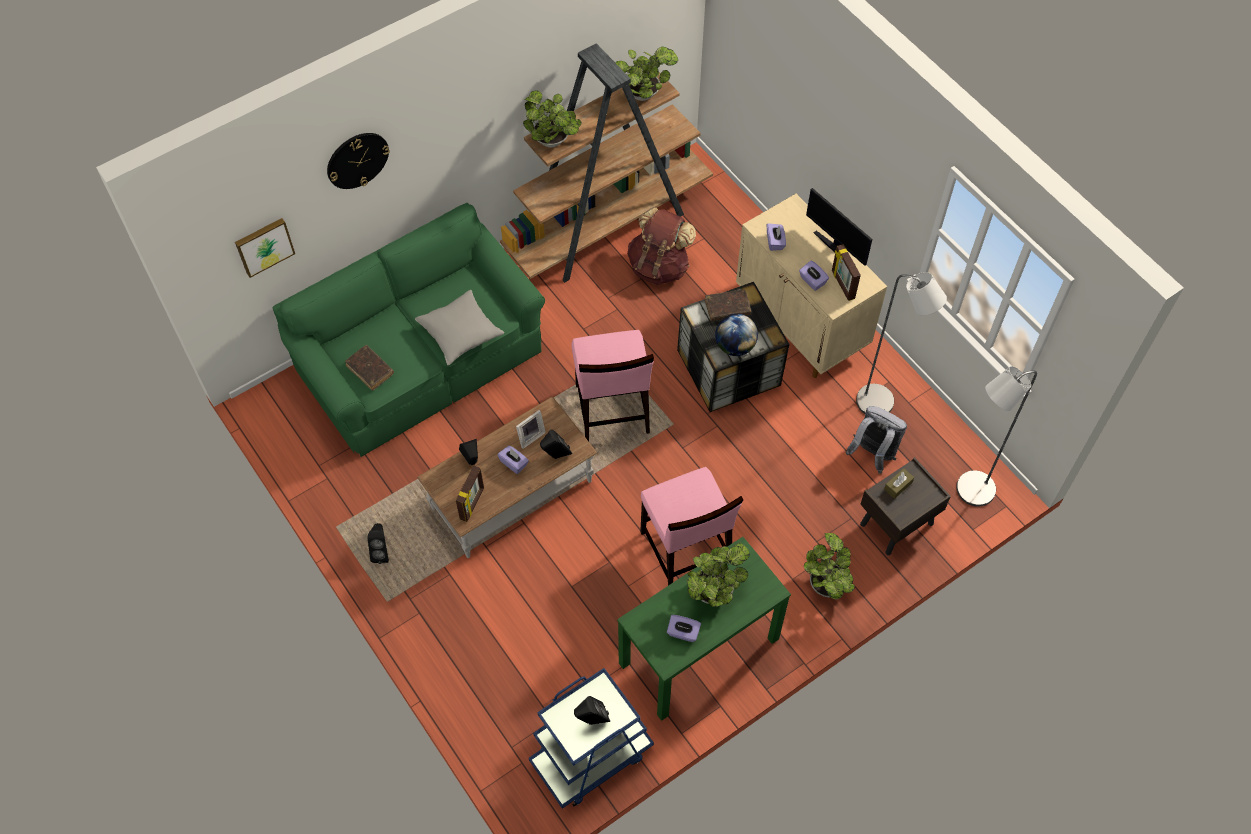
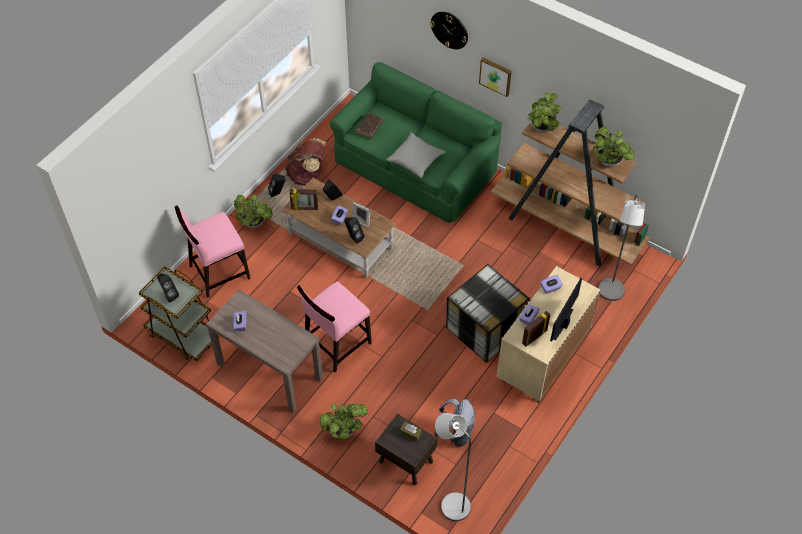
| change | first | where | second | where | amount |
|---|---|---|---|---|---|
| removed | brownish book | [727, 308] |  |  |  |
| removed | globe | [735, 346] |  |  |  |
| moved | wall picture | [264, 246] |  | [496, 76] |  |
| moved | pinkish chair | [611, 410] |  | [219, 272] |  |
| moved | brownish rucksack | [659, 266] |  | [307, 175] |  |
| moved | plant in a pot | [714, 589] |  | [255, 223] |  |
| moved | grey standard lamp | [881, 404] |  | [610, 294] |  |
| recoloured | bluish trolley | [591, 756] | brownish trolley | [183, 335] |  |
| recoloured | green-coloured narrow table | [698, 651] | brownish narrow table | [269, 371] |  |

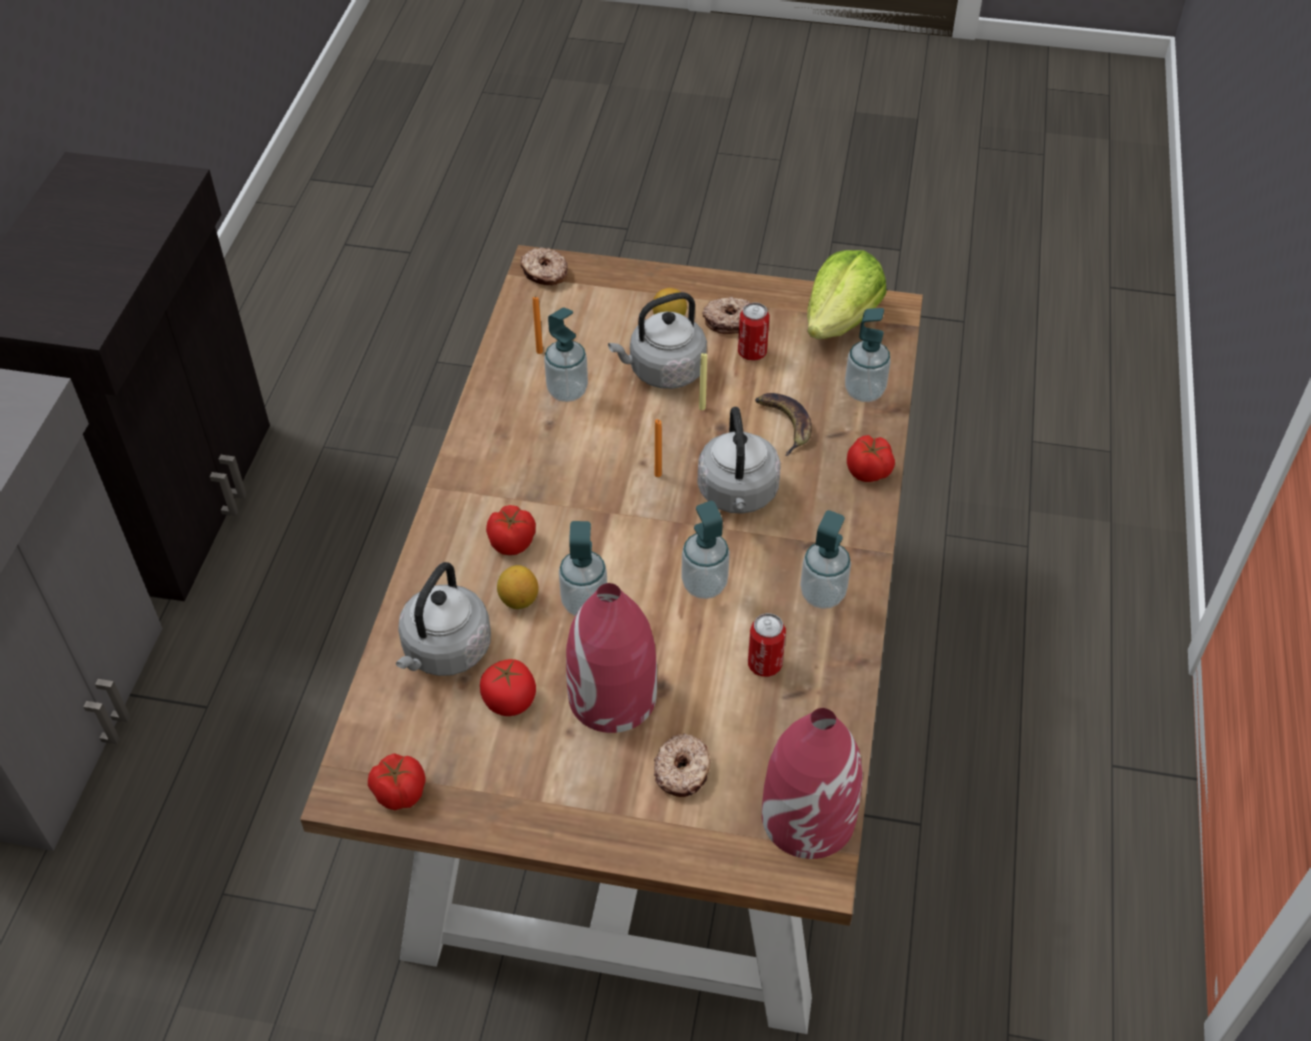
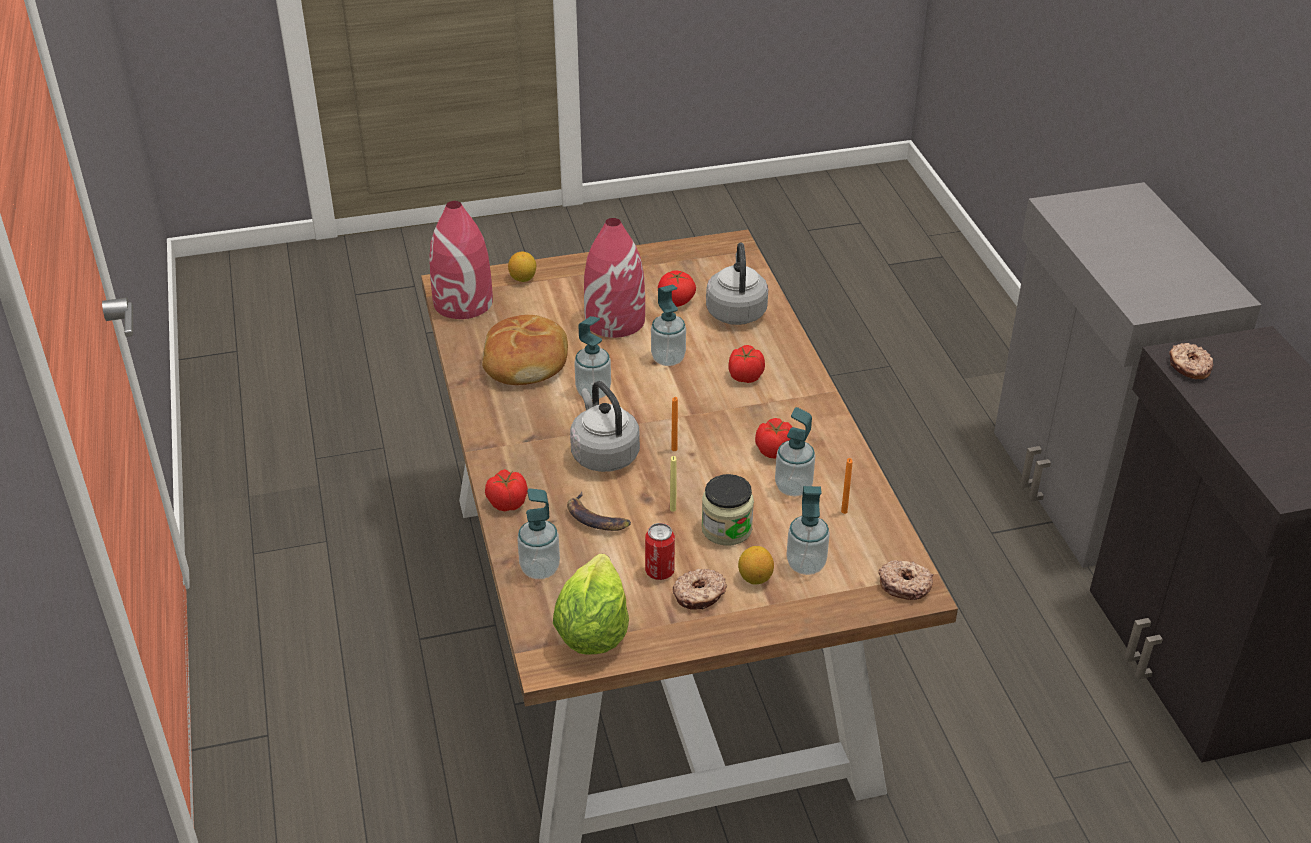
| change | first | where | second | where | amount |
|---|---|---|---|---|---|
| moved | whole tomato | [398, 792] |  | [775, 450] |  |
| moved | lemon | [518, 600] |  | [523, 278] |  |
| moved | doughnut | [683, 771] |  | [1189, 367] |  |
| moved | liquid soap bottle | [822, 594] |  | [806, 564] |  |
| replaced | grey kettle | [663, 371] | jar | [726, 529] |  |
| replaced | can | [764, 664] | bakery bread | [526, 362] |  |

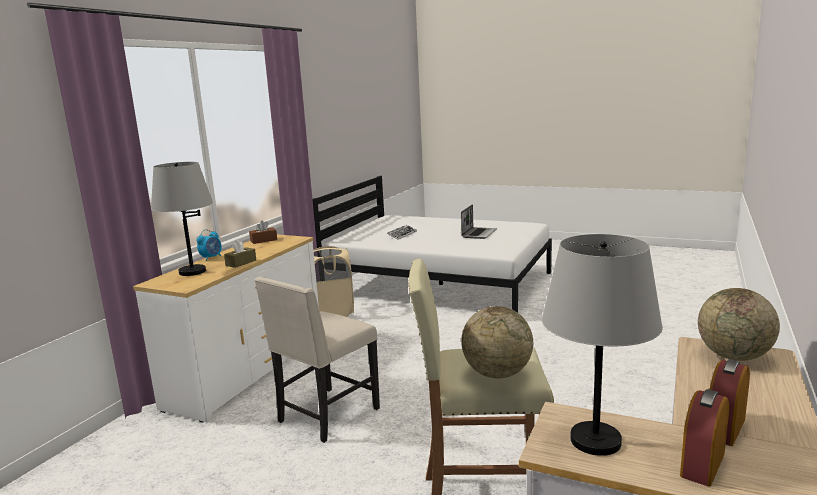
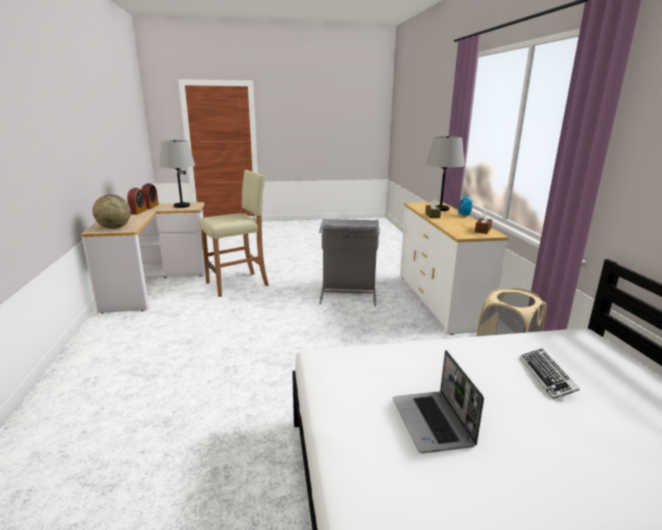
| change | first | where | second | where | amount |
|---|---|---|---|---|---|
| removed | globe | [497, 374] |  |  |  |
| replaced | beige-coloured chair | [326, 416] | grey washing basket | [348, 293] |  |

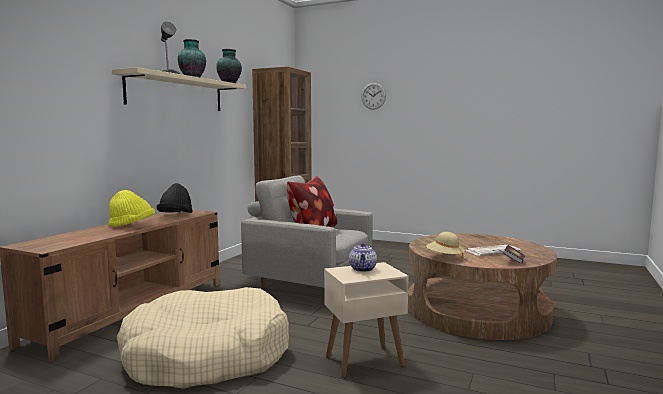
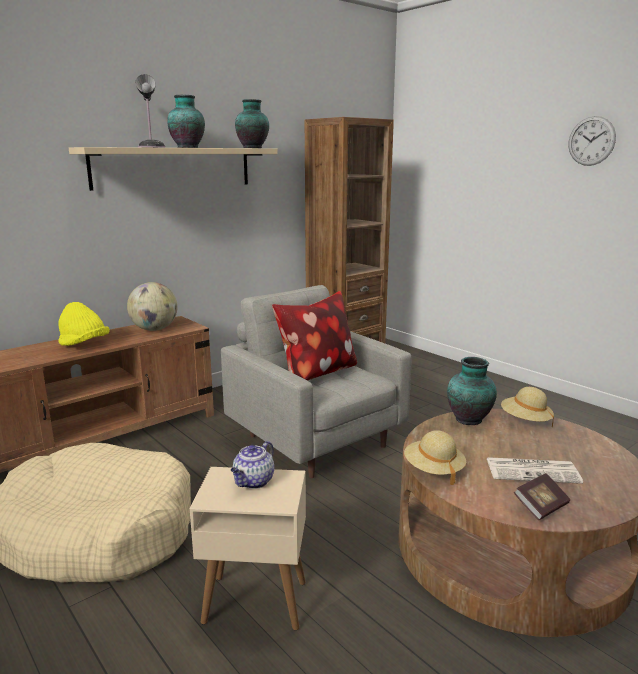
| change | first | where | second | where | amount |
|---|---|---|---|---|---|
| added |  |  | vase | [470, 419] |  |
| added |  |  | beige-coloured hat | [525, 420] |  |
| moved | wall clock | [373, 96] |  | [591, 141] |  |
| replaced | blackish hat | [175, 215] | globe | [154, 329] |  |

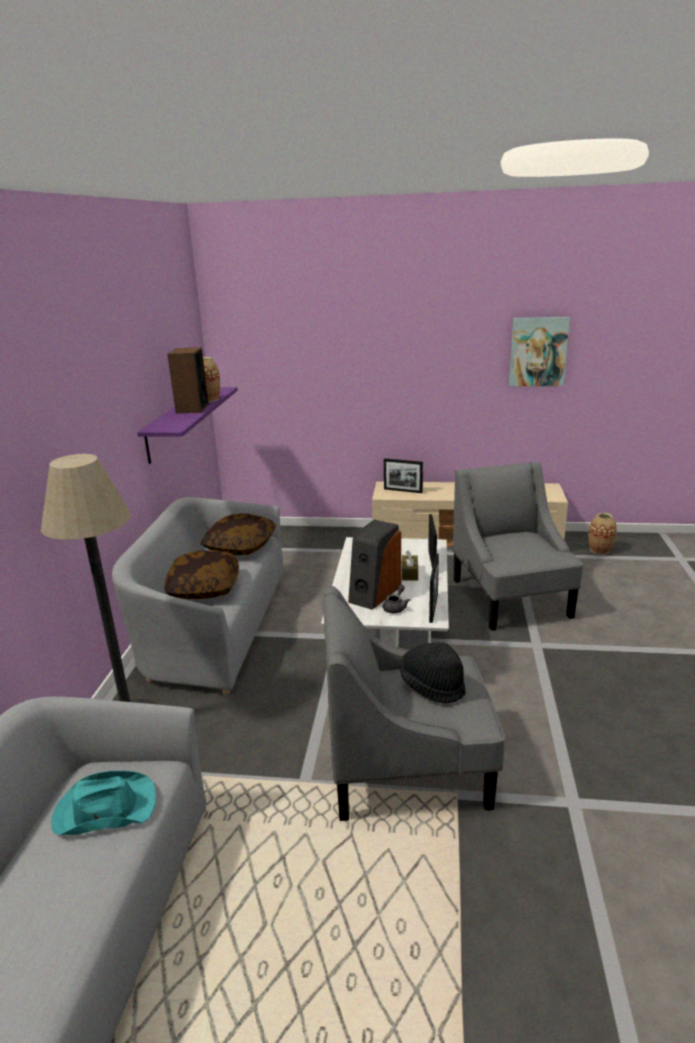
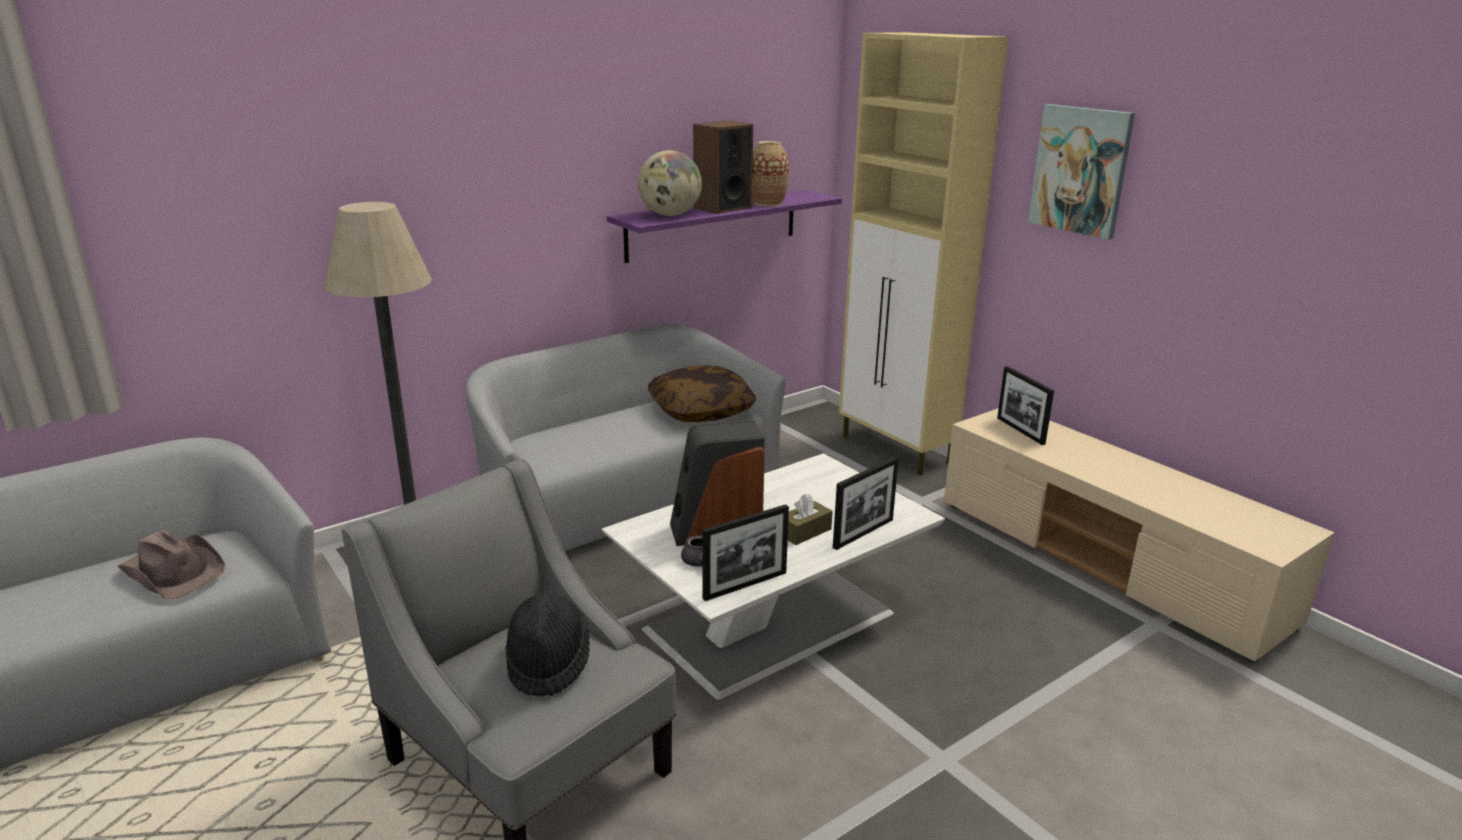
| change | first | where | second | where | amount |
|---|---|---|---|---|---|
| removed | cushion | [204, 587] |  |  |  |
| removed | grey easy chair | [510, 598] |  |  |  |
| removed | vase | [600, 550] |  |  |  |
| added |  |  | globe | [670, 215] |  |
| added |  |  | beige-coloured cabinet | [896, 450] |  |
| moved | wall picture | [538, 351] |  | [1080, 170] |  |
| recoloured | turquoise-coloured hat | [104, 808] | brownish hat | [175, 571] |  |

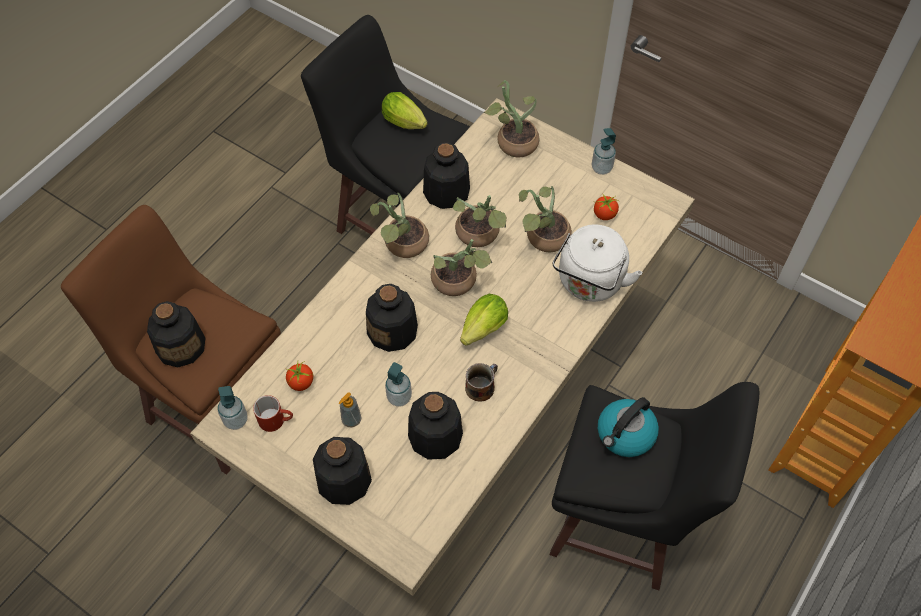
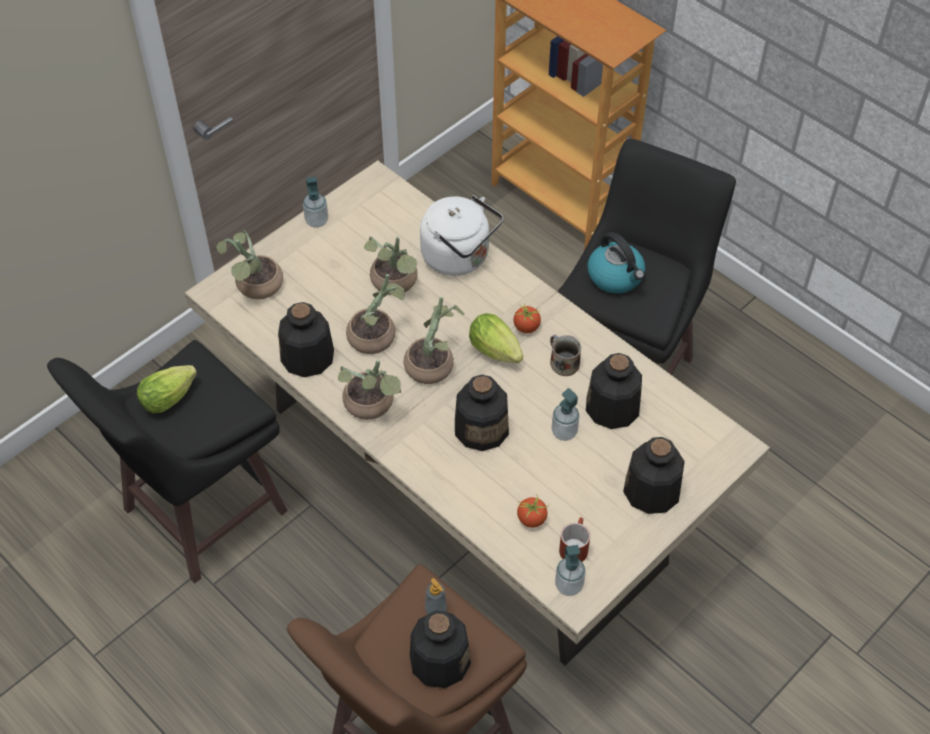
| change | first | where | second | where | amount |
|---|---|---|---|---|---|
| moved | liquid soap bottle | [351, 420] |  | [436, 610] |  |
| moved | whole tomato | [604, 215] |  | [526, 327] |  |

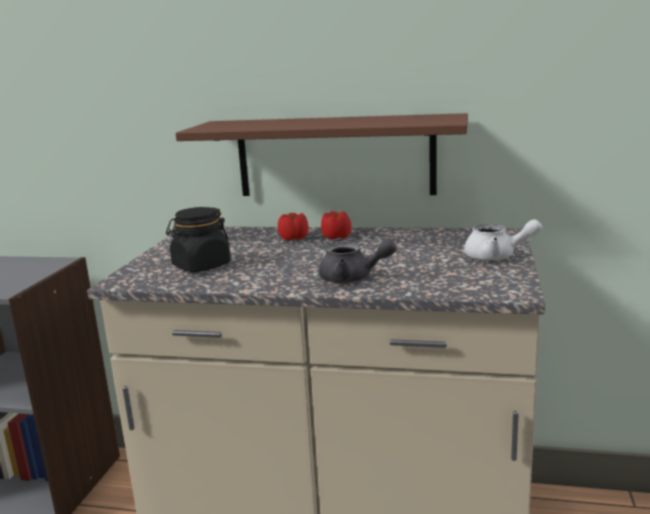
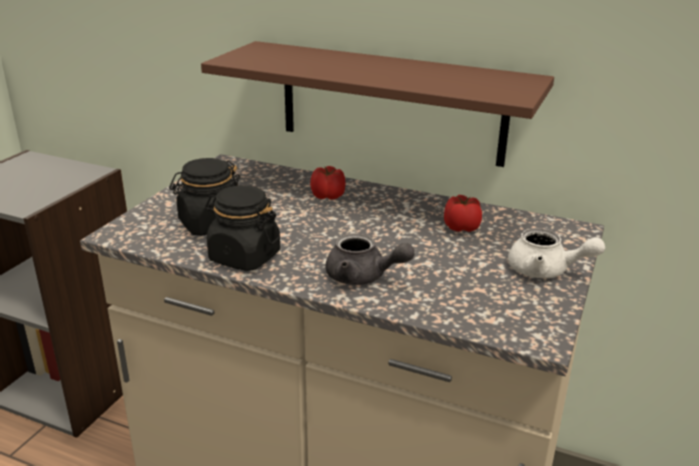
| change | first | where | second | where | amount |
|---|---|---|---|---|---|
| added |  |  | blackish jar | [244, 257] |  |
| moved | whole tomato | [336, 237] |  | [461, 227] |  |

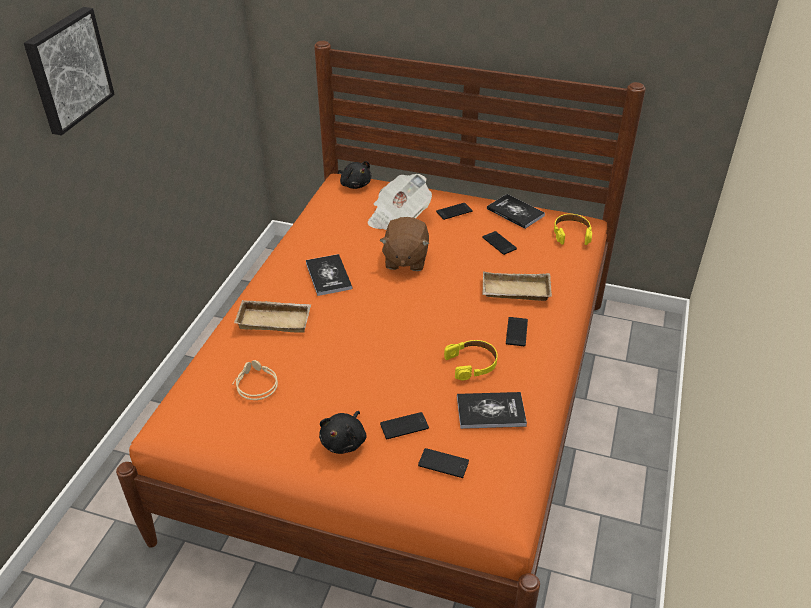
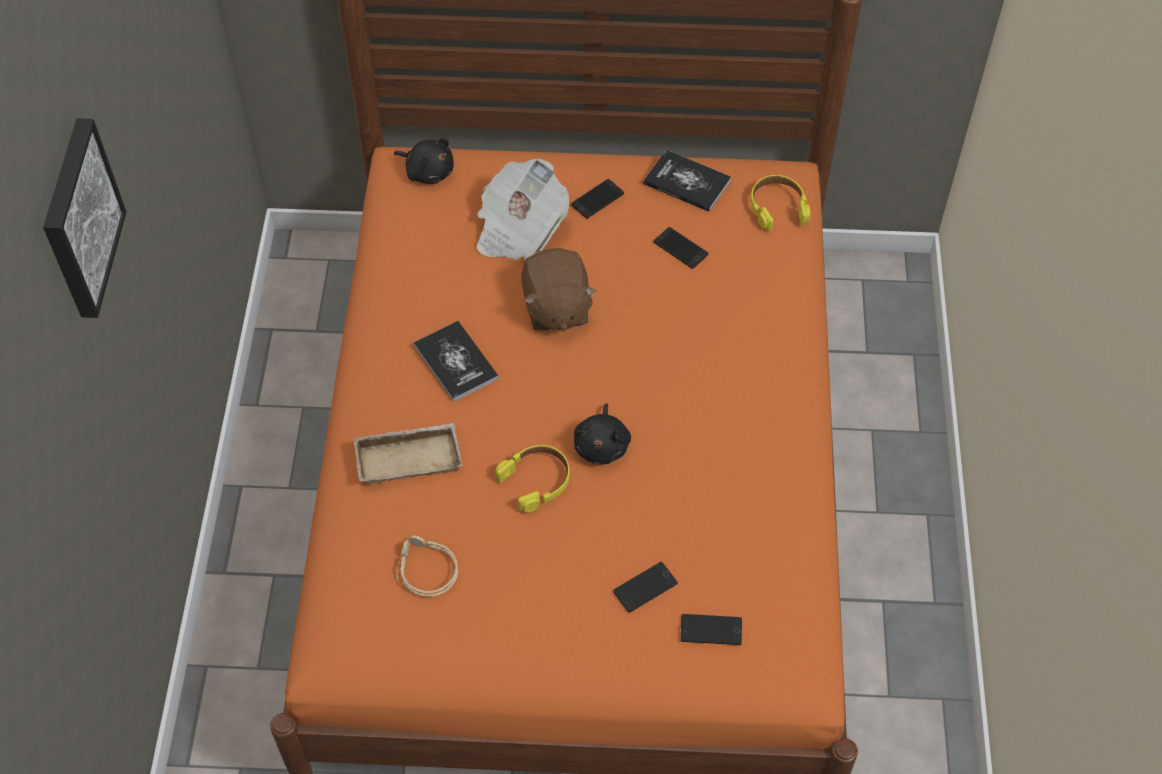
| change | first | where | second | where | amount |
|---|---|---|---|---|---|
| removed | book | [490, 411] |  |  |  |
| removed | beige-coloured serving tray | [514, 292] |  |  |  |
| removed | handset | [516, 332] |  |  |  |
| moved | blackish plush toy | [344, 441] |  | [602, 445] |  |
| moved | yellowish headphones | [472, 363] |  | [536, 480] |  |

